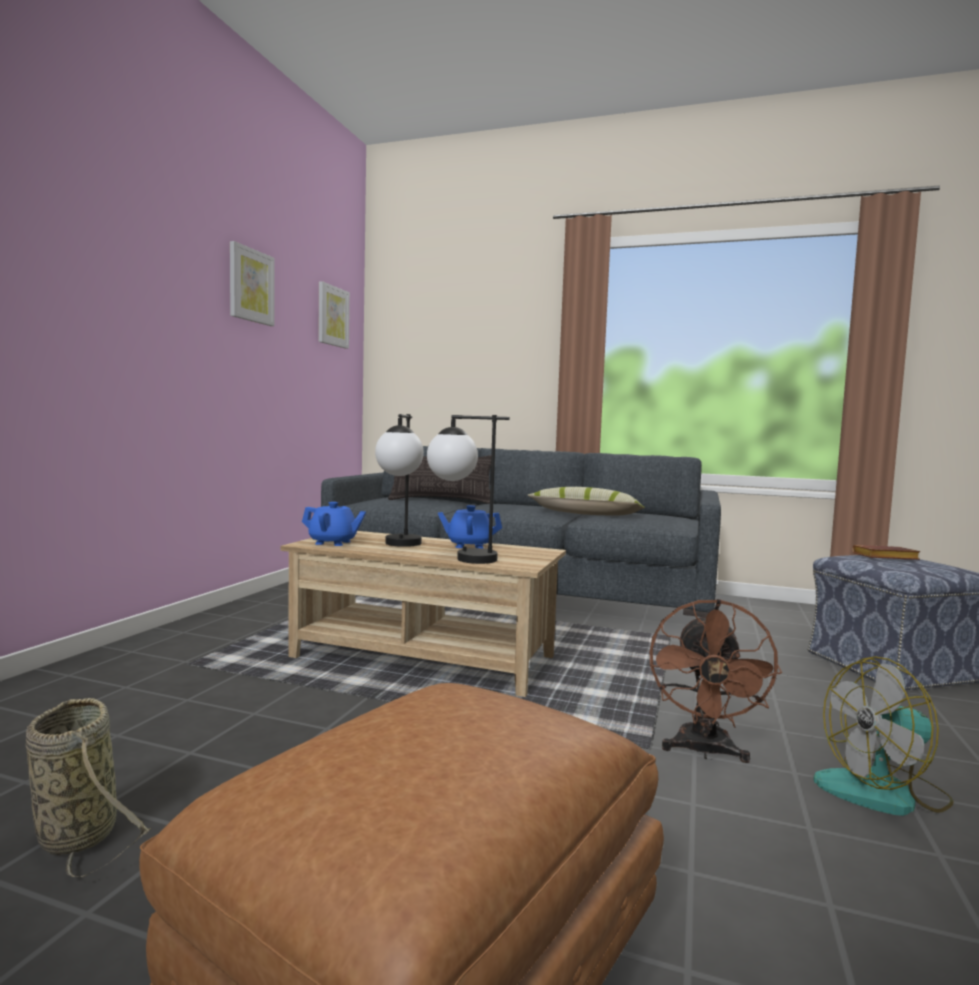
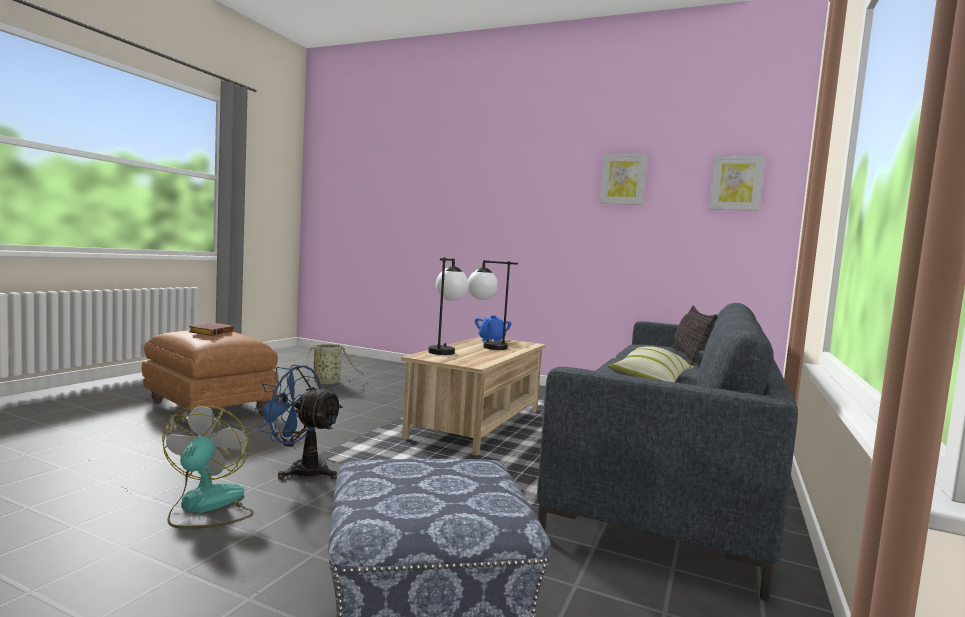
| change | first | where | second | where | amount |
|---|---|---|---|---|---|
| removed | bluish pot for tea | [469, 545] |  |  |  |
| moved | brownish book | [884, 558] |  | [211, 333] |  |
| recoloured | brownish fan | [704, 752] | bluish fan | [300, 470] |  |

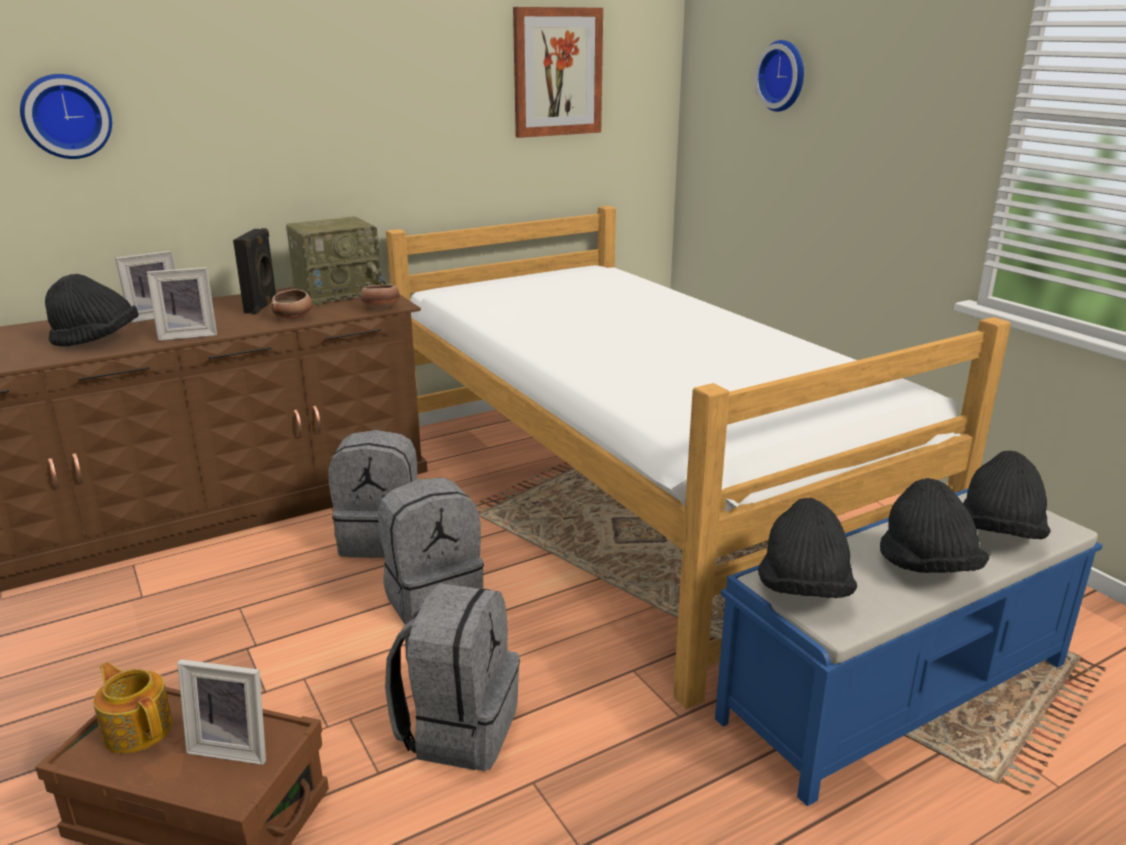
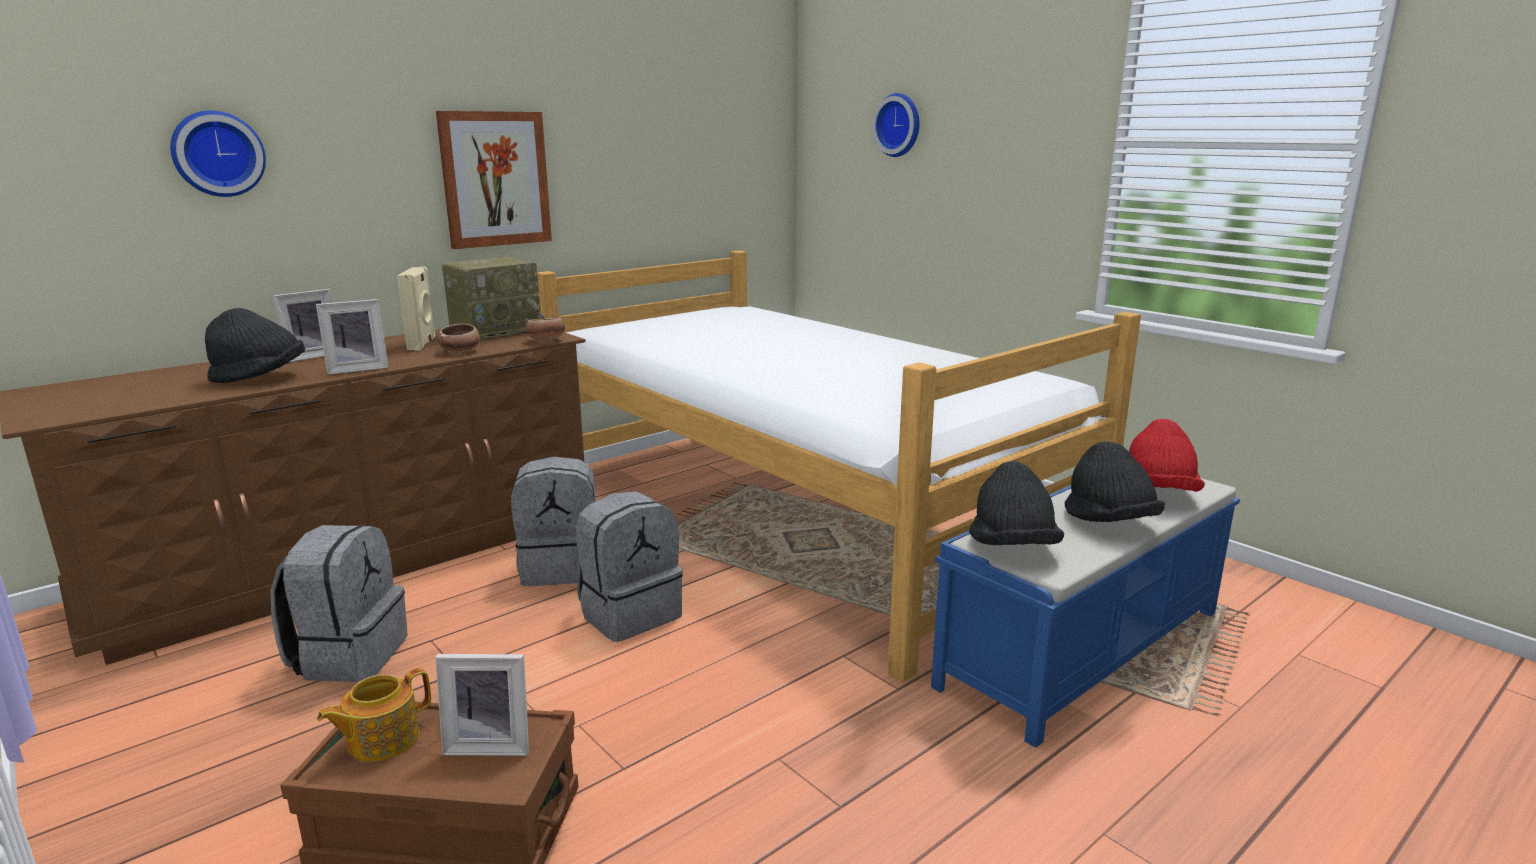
| change | first | where | second | where | amount |
|---|---|---|---|---|---|
| moved | grey rucksack | [458, 728] |  | [349, 656] |  |
| moved | wall picture | [557, 72] |  | [495, 179] |  |
| recoloured | blackish loudspeaker | [262, 306] | beige-coloured loudspeaker | [423, 344] |  |
| recoloured | blackish hat | [998, 534] | red hat | [1157, 494] |  |
| turned | pot for tea | [138, 728] |  | [381, 740] | 75 degrees counterclockwise |

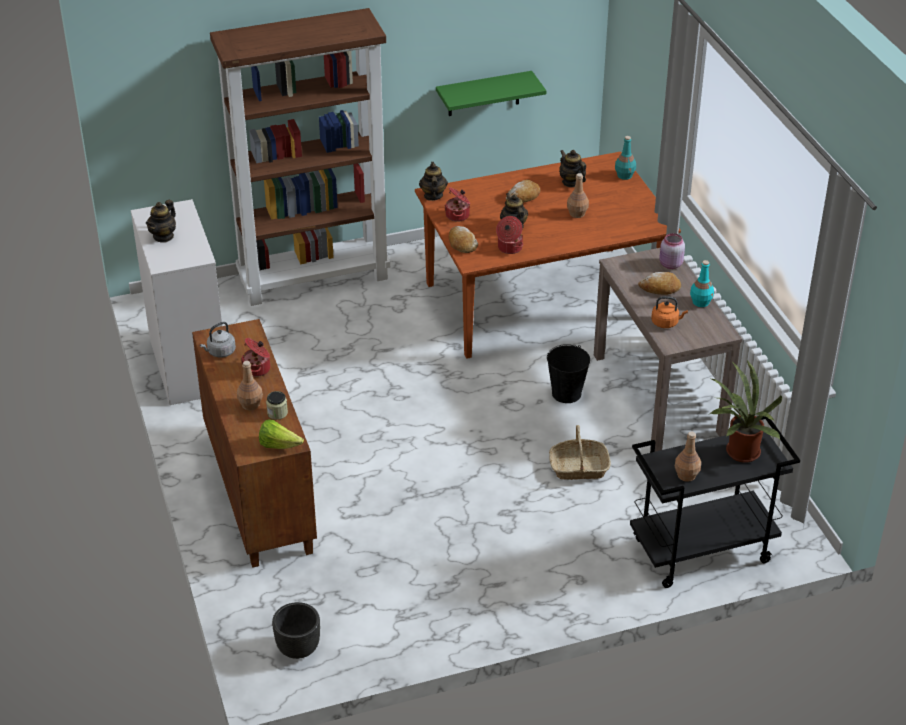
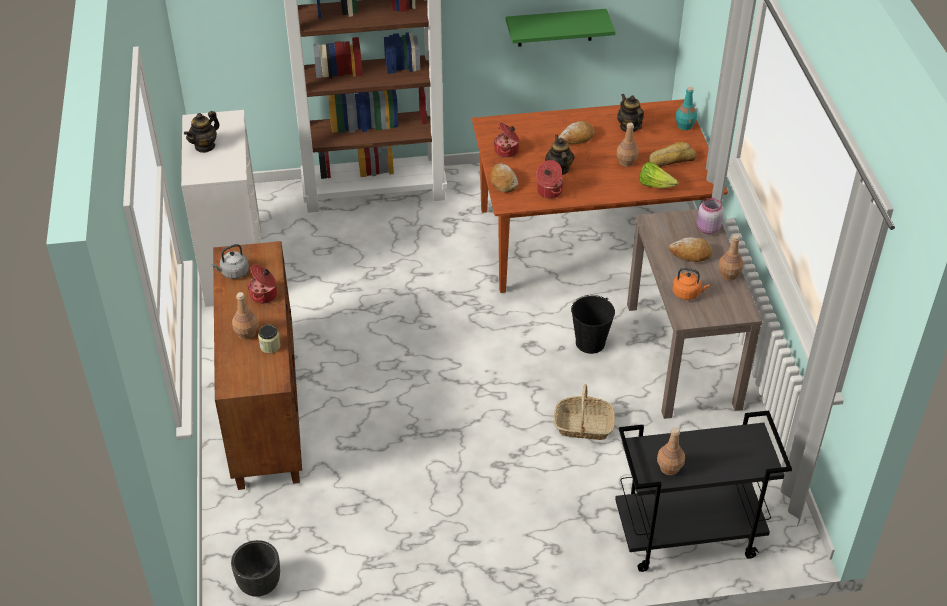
| change | first | where | second | where | amount |
|---|---|---|---|---|---|
| removed | pot for tea | [433, 195] |  |  |  |
| removed | plant in a pot | [739, 453] |  |  |  |
| added |  |  | bakery bread | [671, 159] |  |
| moved | head of lettuce | [279, 445] |  | [655, 185] |  |
| recoloured | turquoise-coloured drink bottle | [701, 302] | brownish drink bottle | [729, 274] |  |

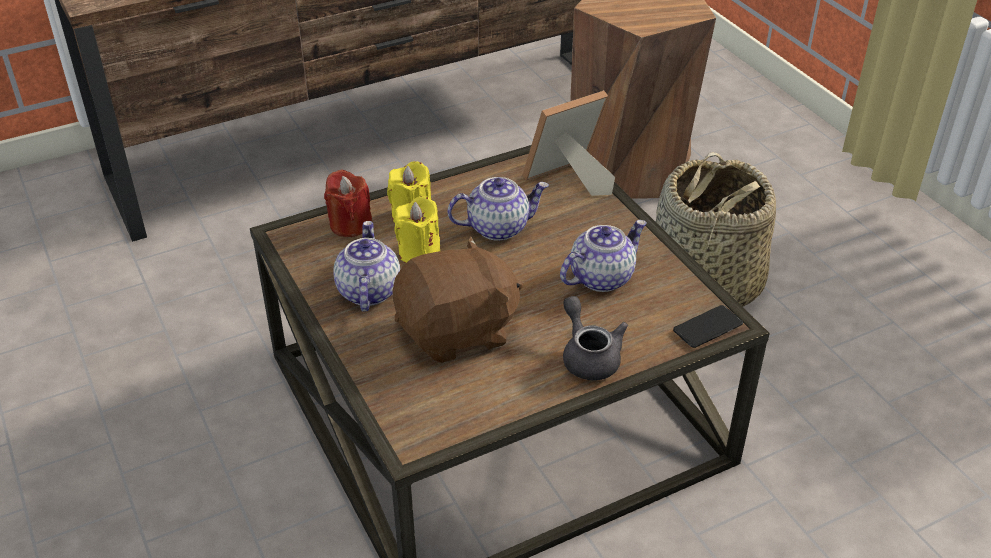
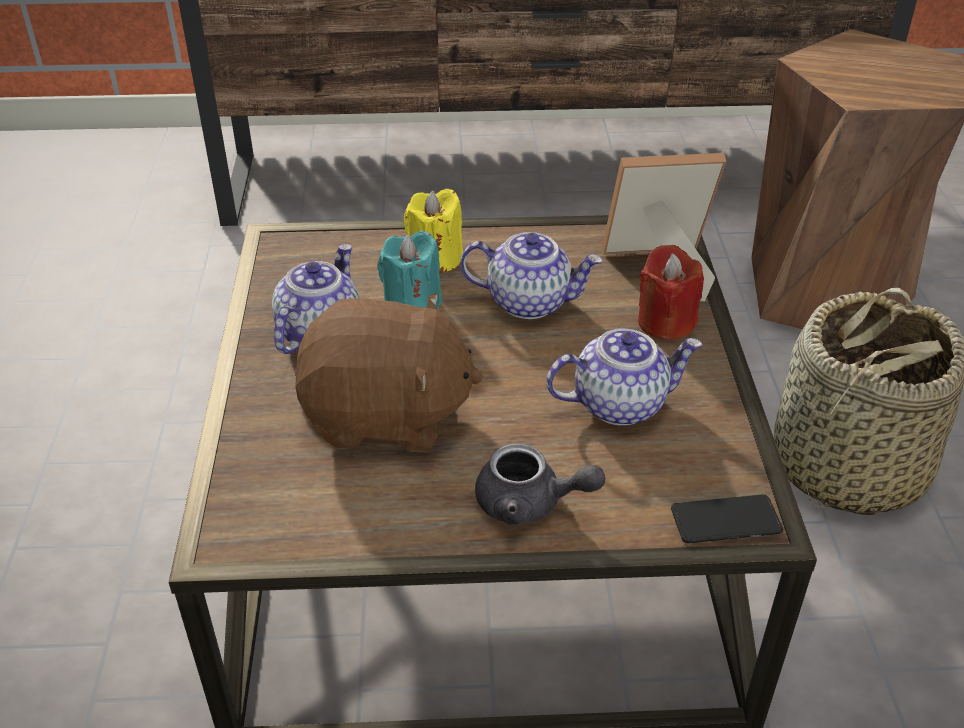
| change | first | where | second | where | amount |
|---|---|---|---|---|---|
| moved | red candle | [350, 224] |  | [665, 322] |  |
| recoloured | yellowish candle | [419, 252] | turquoise-coloured candle | [412, 304] |  |
| turned | grey pot for tea | [588, 356] |  | [530, 504] | 105 degrees clockwise |

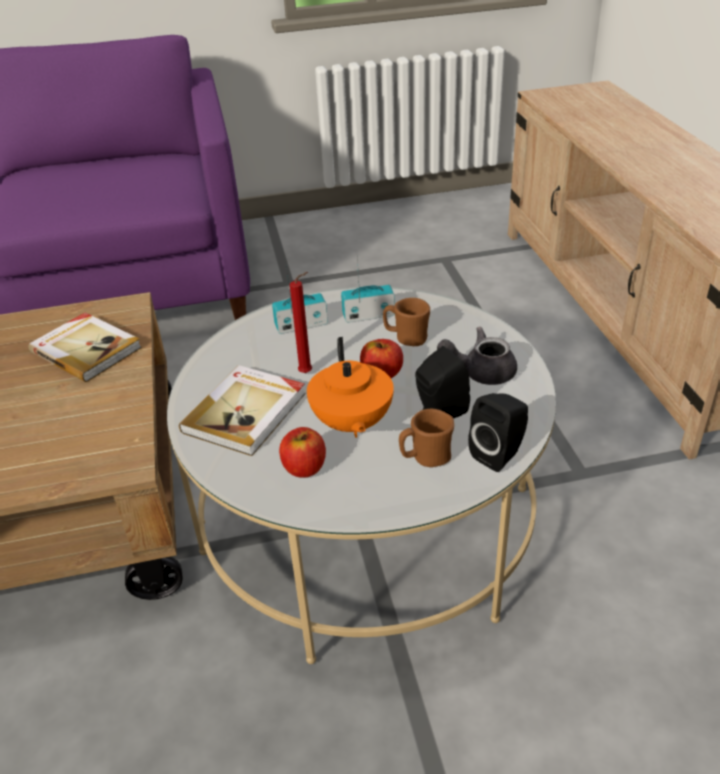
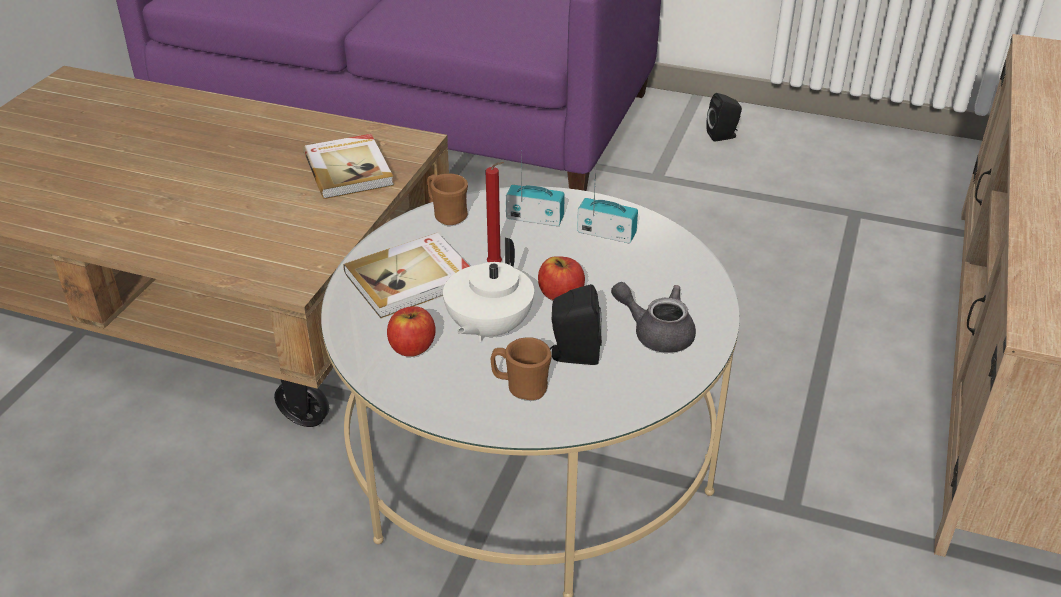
| change | first | where | second | where | amount |
|---|---|---|---|---|---|
| moved | brownish mug | [406, 338] |  | [446, 215] |  |
| moved | blackish loudspeaker | [499, 454] |  | [723, 136] |  |
| recoloured | orange pot for tea | [351, 424] | white-coloured pot for tea | [488, 328] |  |

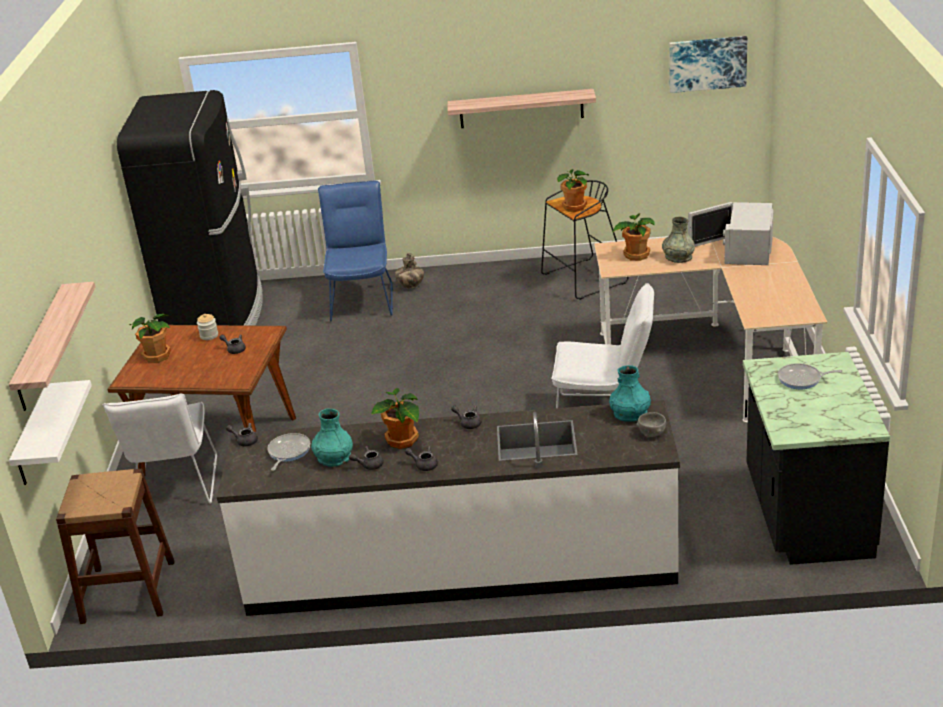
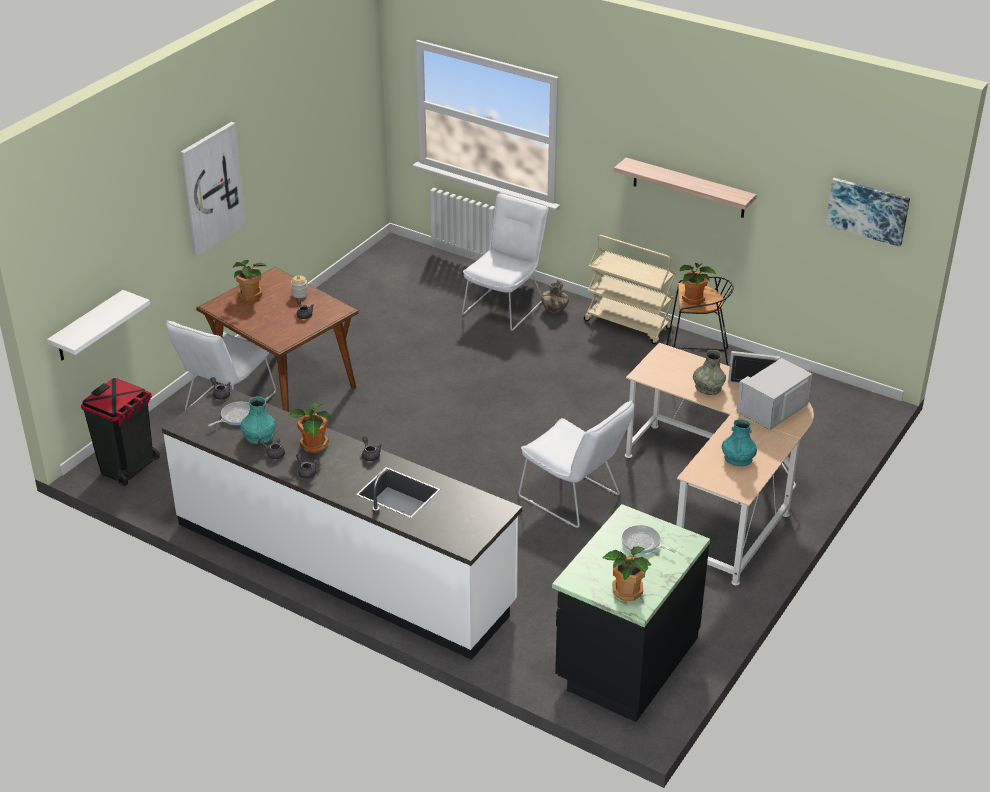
| change | first | where | second | where | amount |
|---|---|---|---|---|---|
| removed | wall shelf | [41, 348] |  |  |  |
| removed | blackish refrigerator | [217, 315] |  |  |  |
| removed | grey serving bowl | [651, 433] |  |  |  |
| added |  |  | wall picture | [211, 188] |  |
| added |  |  | beige-coloured trolley | [629, 324] |  |
| moved | turquoise-coloured vase | [630, 414] |  | [738, 459] |  |
| moved | plant in a pot | [635, 255] |  | [626, 591] |  |
| replaced | brownish stool seat | [128, 591] | blackish waste bin | [128, 467] |  |
| recoloured | bluish chair | [362, 299] | white-coloured chair | [506, 305] |  |

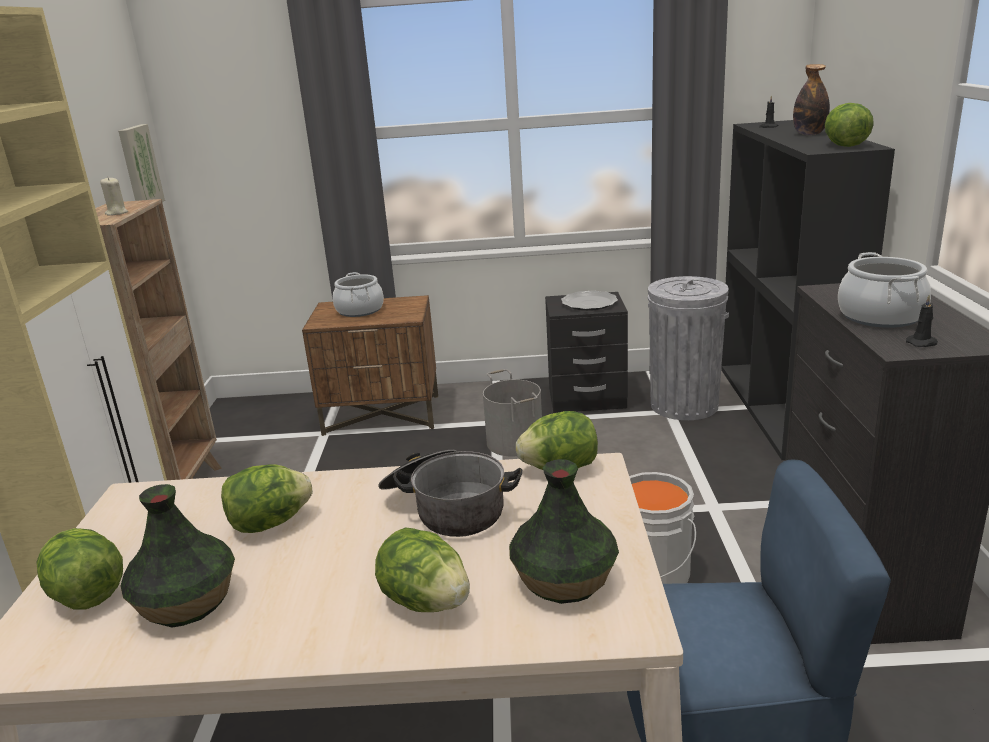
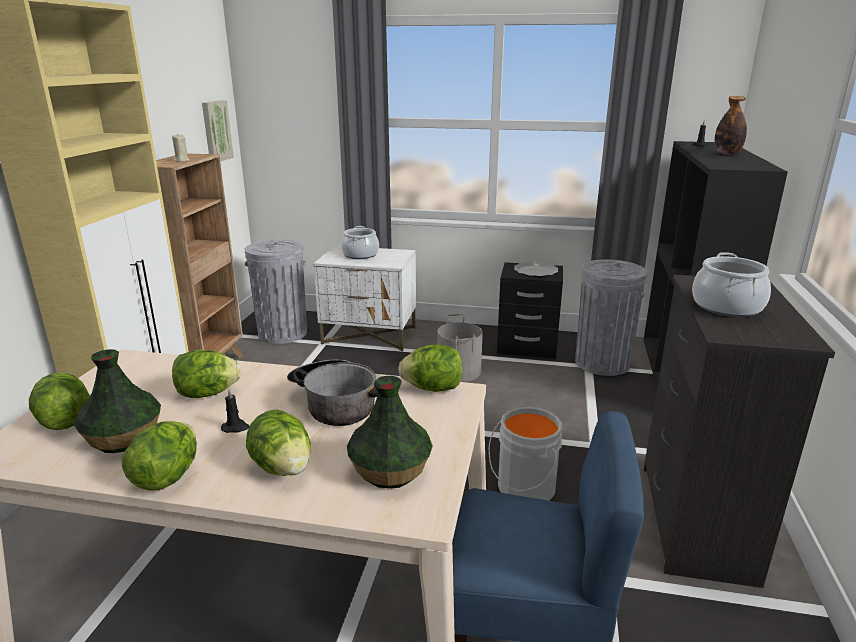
| change | first | where | second | where | amount |
|---|---|---|---|---|---|
| added |  |  | grey waste bin | [282, 333] |  |
| moved | head of lettuce | [844, 145] |  | [167, 477] |  |
| moved | blackish candle | [922, 343] |  | [236, 427] |  |
| recoloured | brownish night table | [383, 415] | white-coloured night table | [370, 336] |  |

